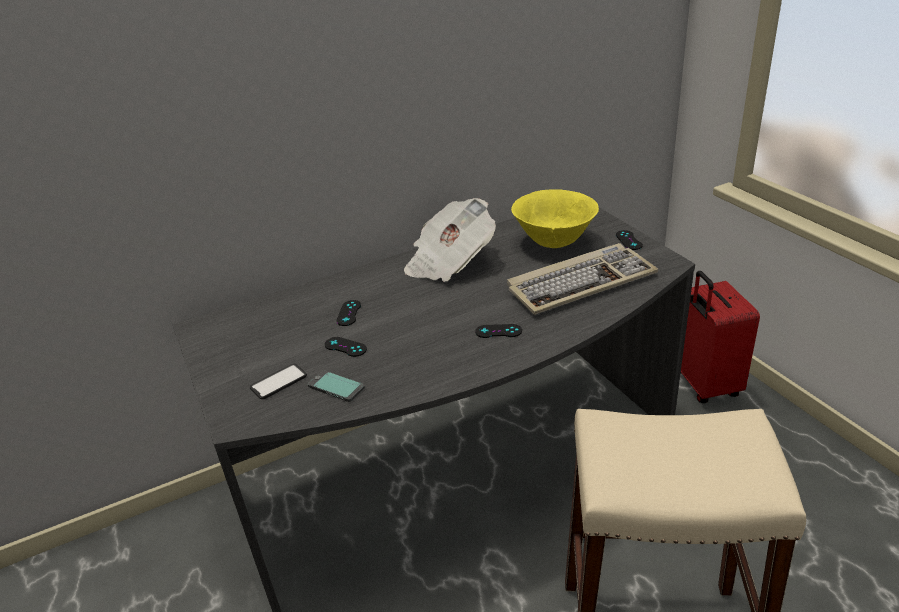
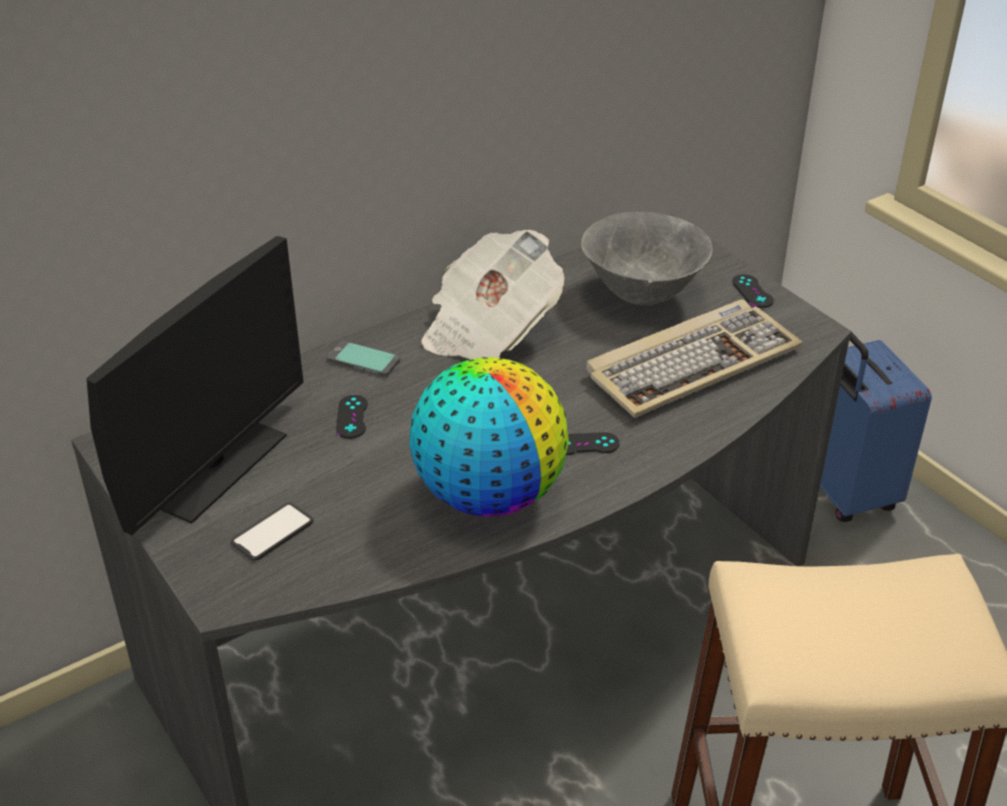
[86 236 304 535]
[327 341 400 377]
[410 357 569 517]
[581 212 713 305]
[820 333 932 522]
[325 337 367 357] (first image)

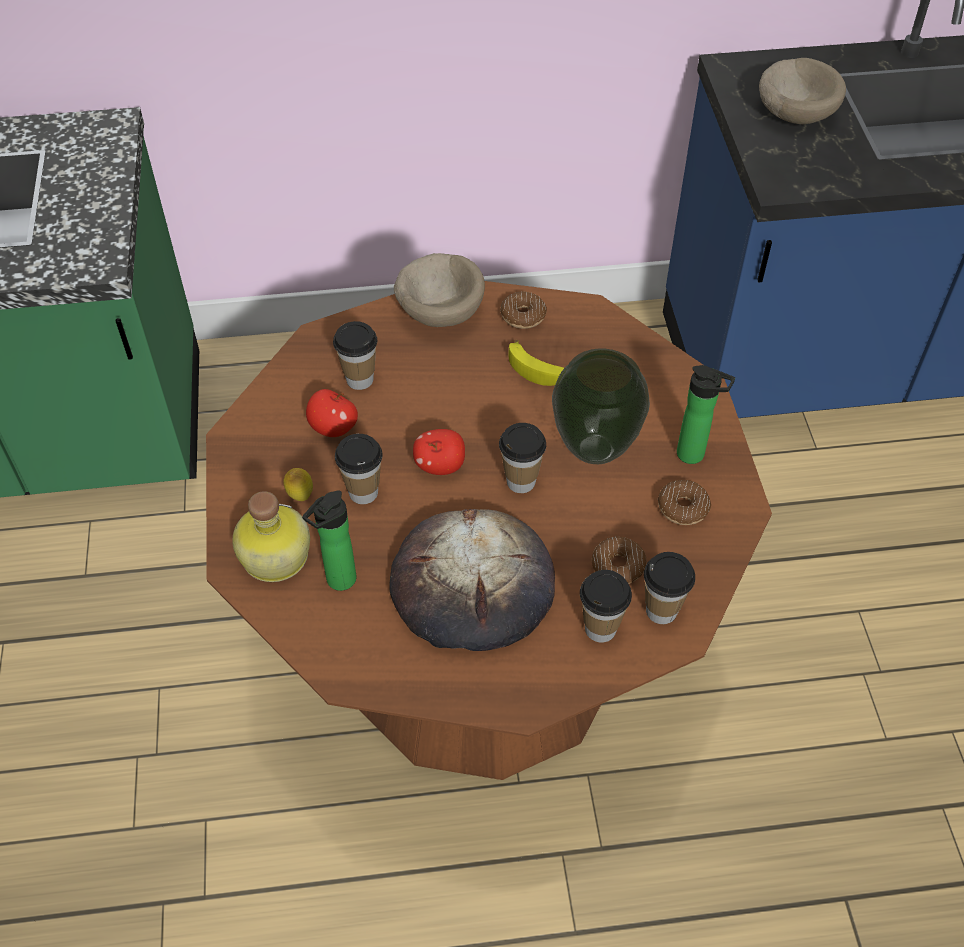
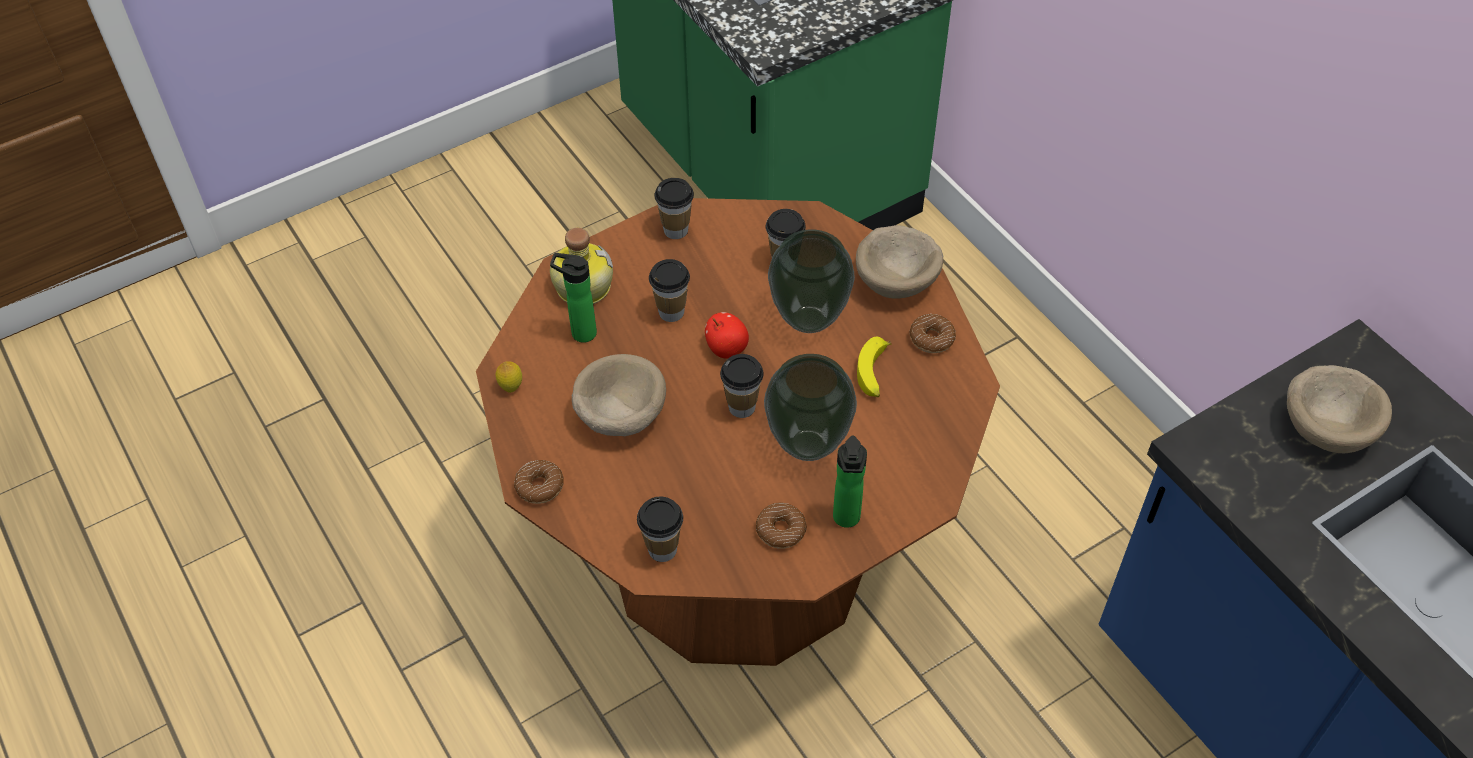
[496 361 522 393]
[514 460 564 504]
[572 354 666 436]
[655 178 694 239]
[768 229 855 333]
[306 389 358 437] (first image)

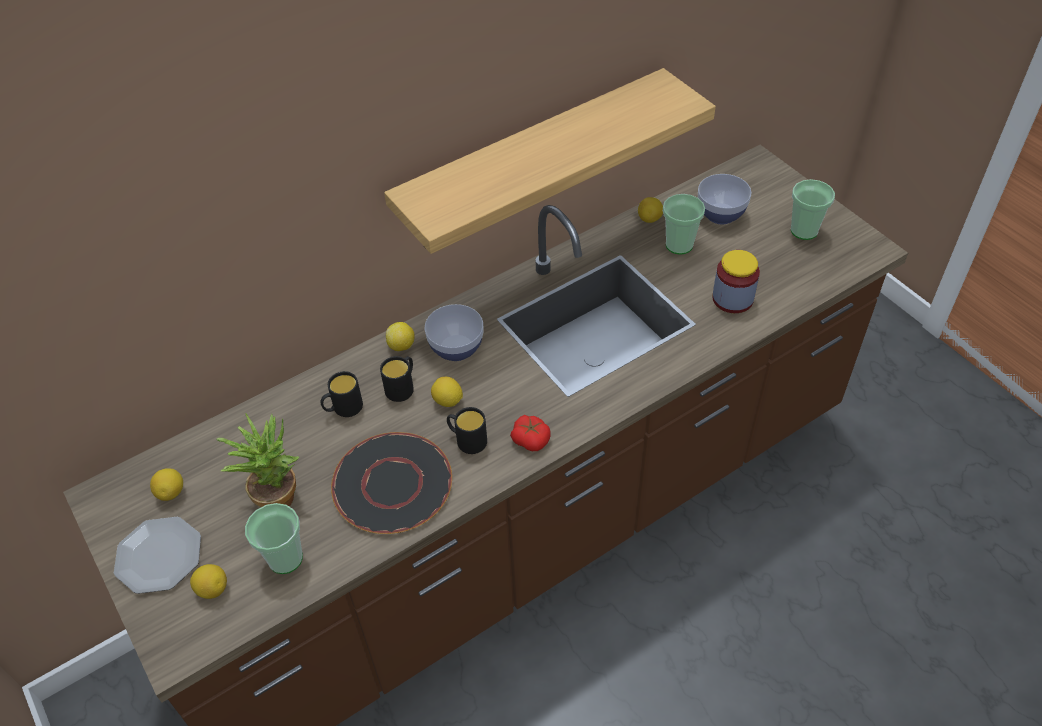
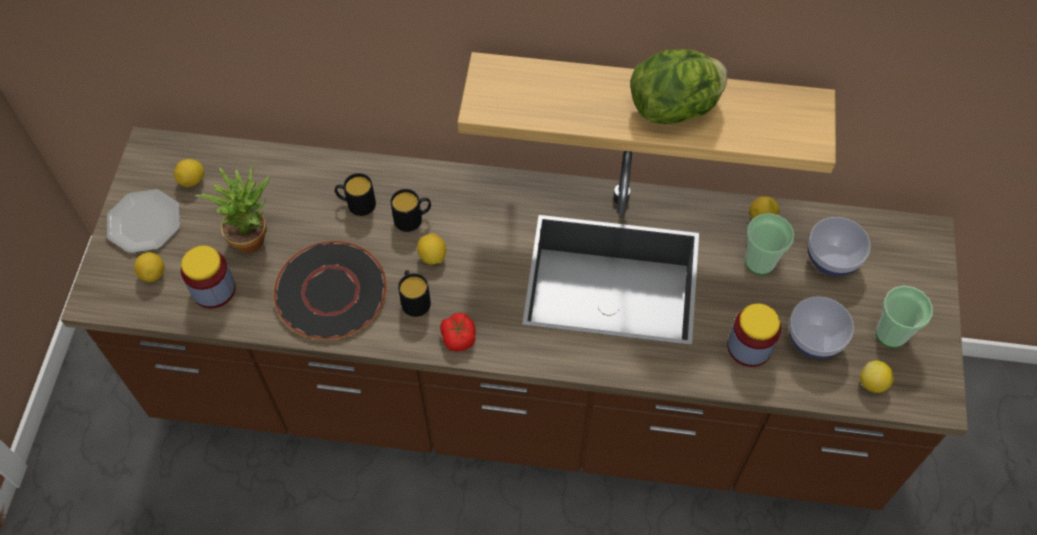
[181 246 236 308]
[630 49 728 124]
[789 296 854 359]
[860 360 894 393]

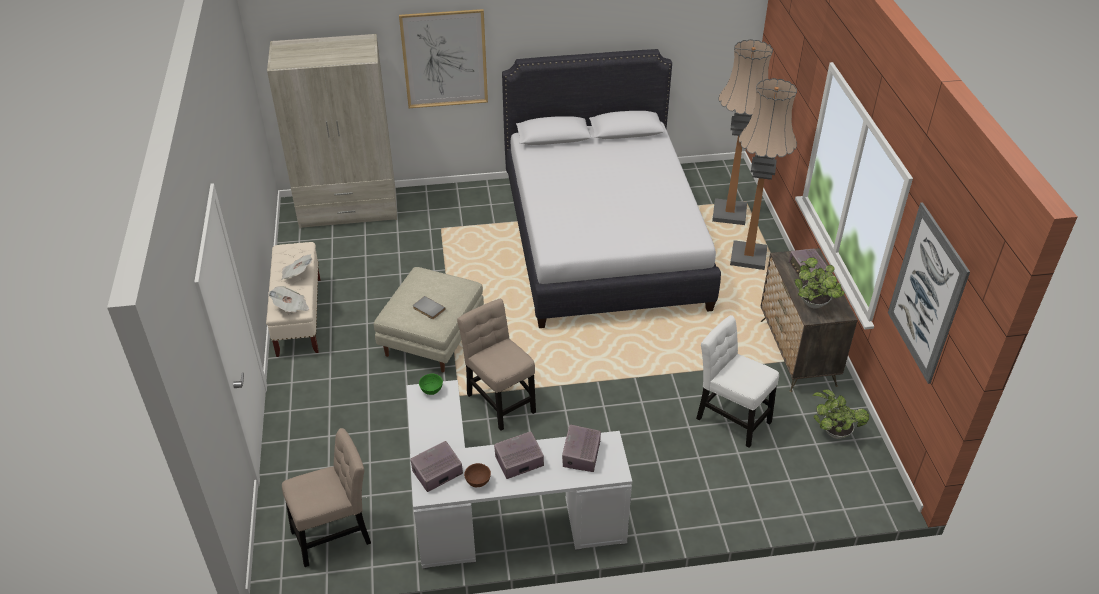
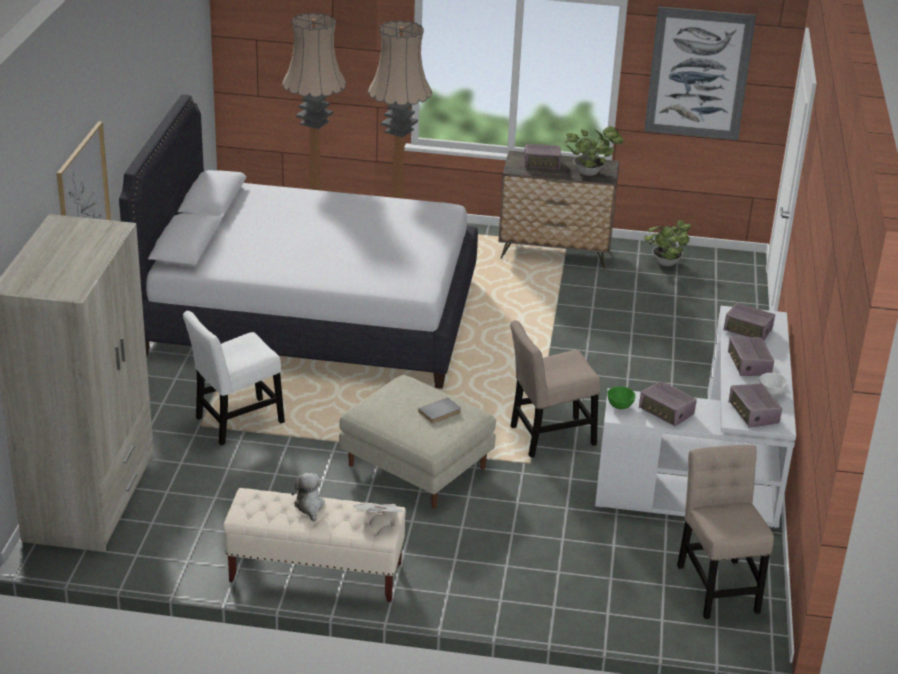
[183 311 285 445]
[291 473 325 522]
[639 381 697 427]
[759 373 788 396]

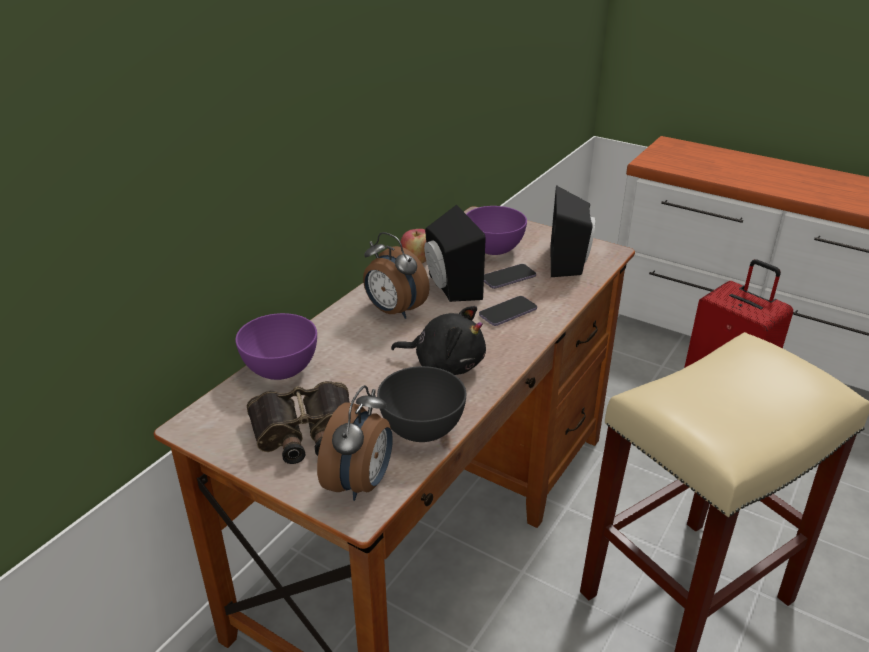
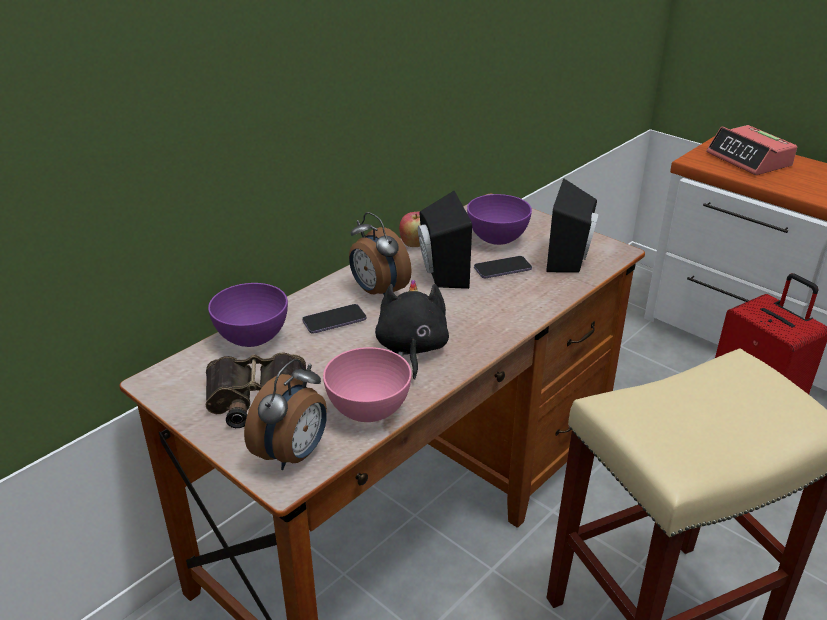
[302 304 366 334]
[323 347 412 422]
[375 279 449 379]
[706 125 797 175]

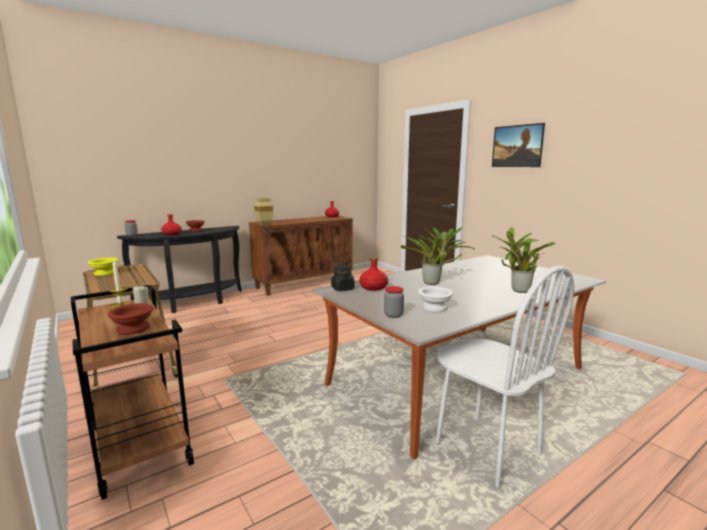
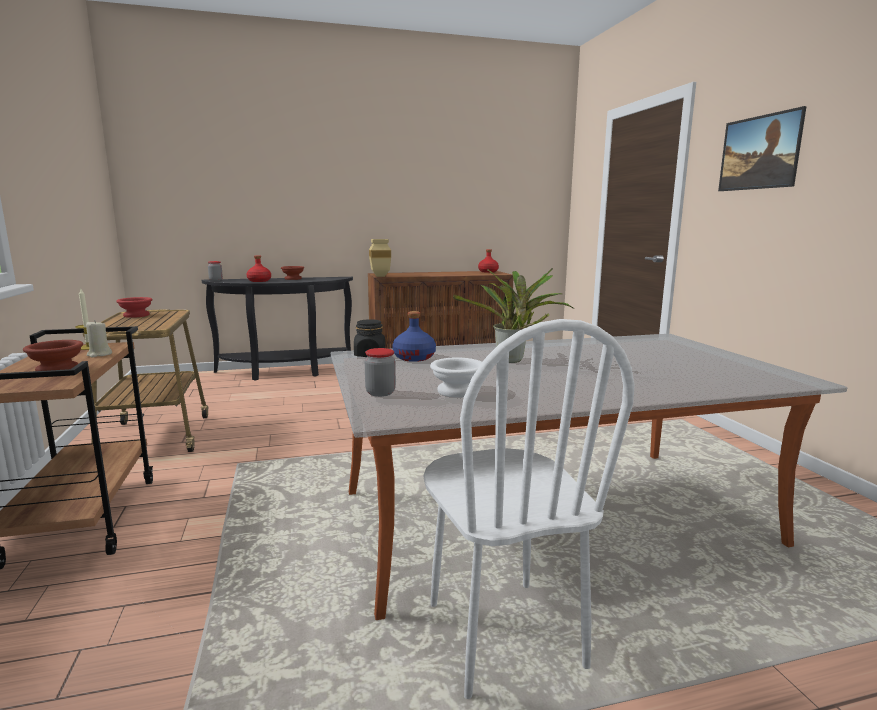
[116 297 152 318]
[392 311 436 362]
[492 227 556 293] (first image)

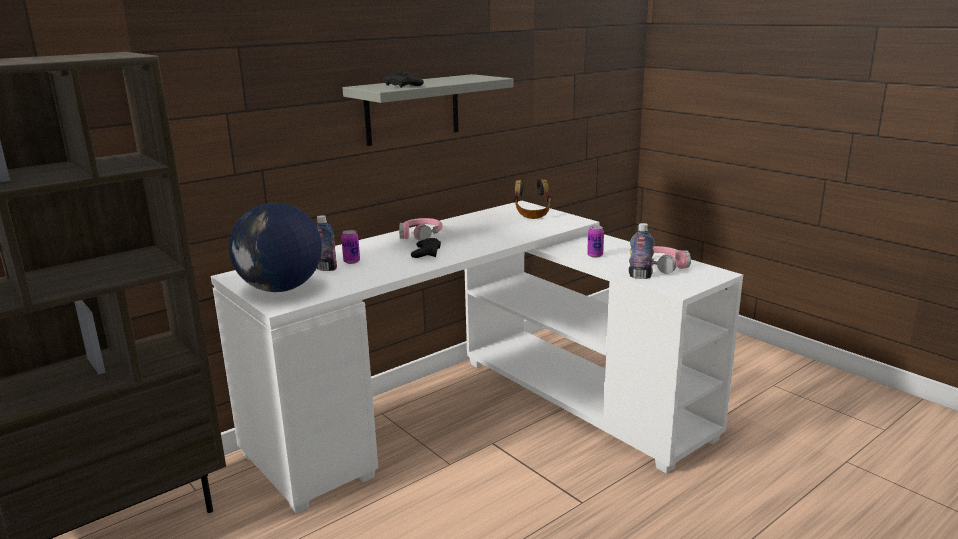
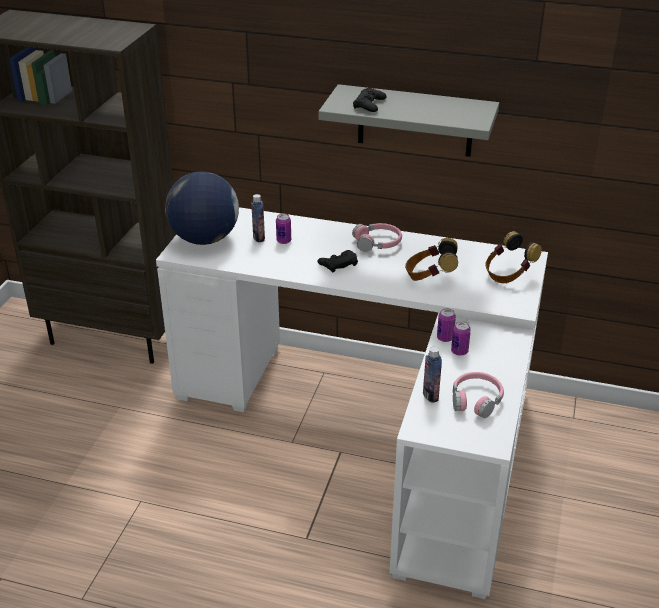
[405 238 458 281]
[437 308 456 342]

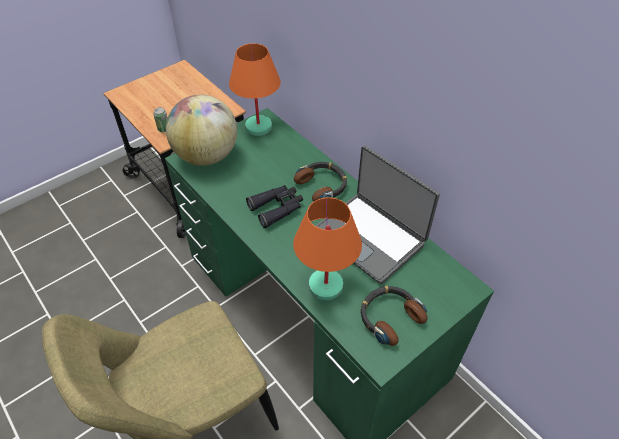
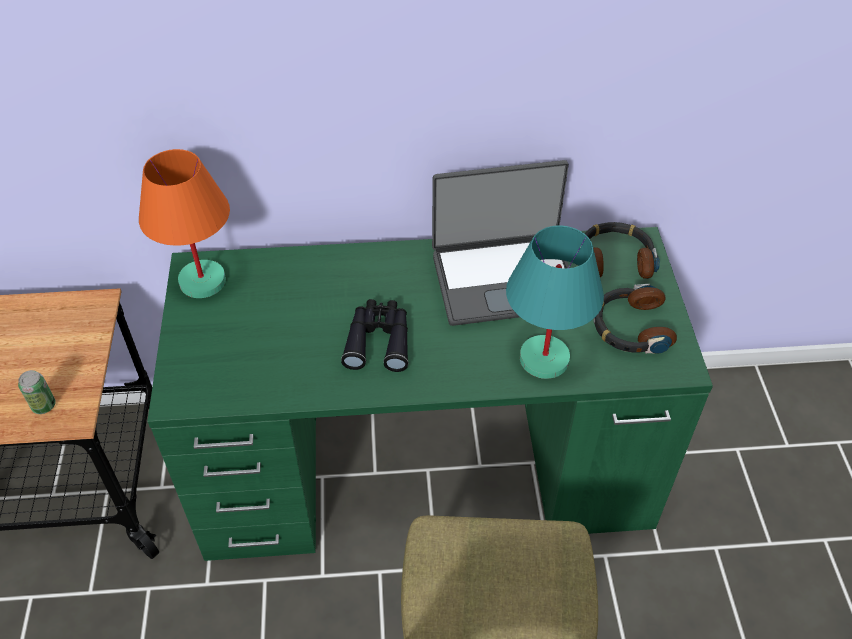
[506 225 604 379]
[585 222 660 279]
[166 94 237 166] (first image)

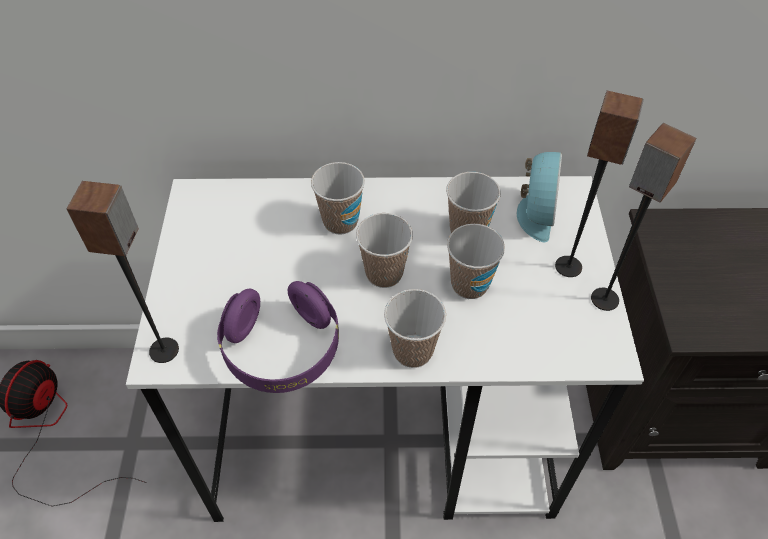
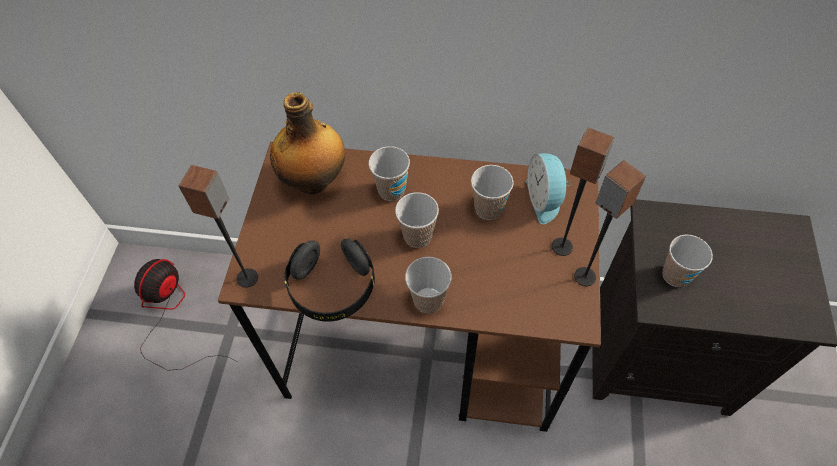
[218 142 601 432]
[270 92 345 194]
[284 238 375 322]
[526 153 571 224]
[663 235 713 287]

